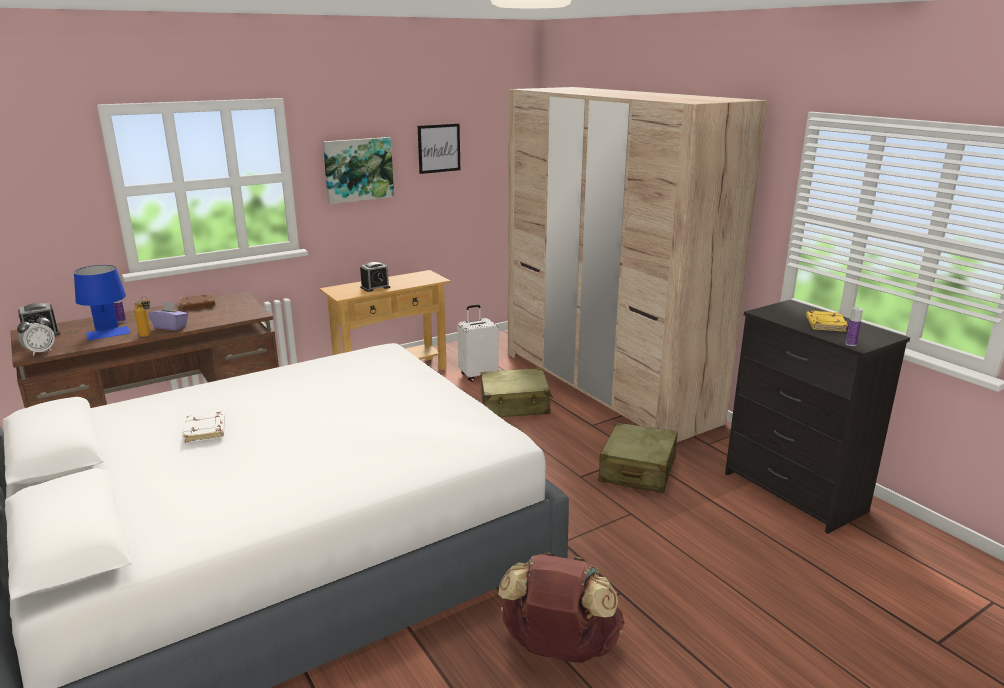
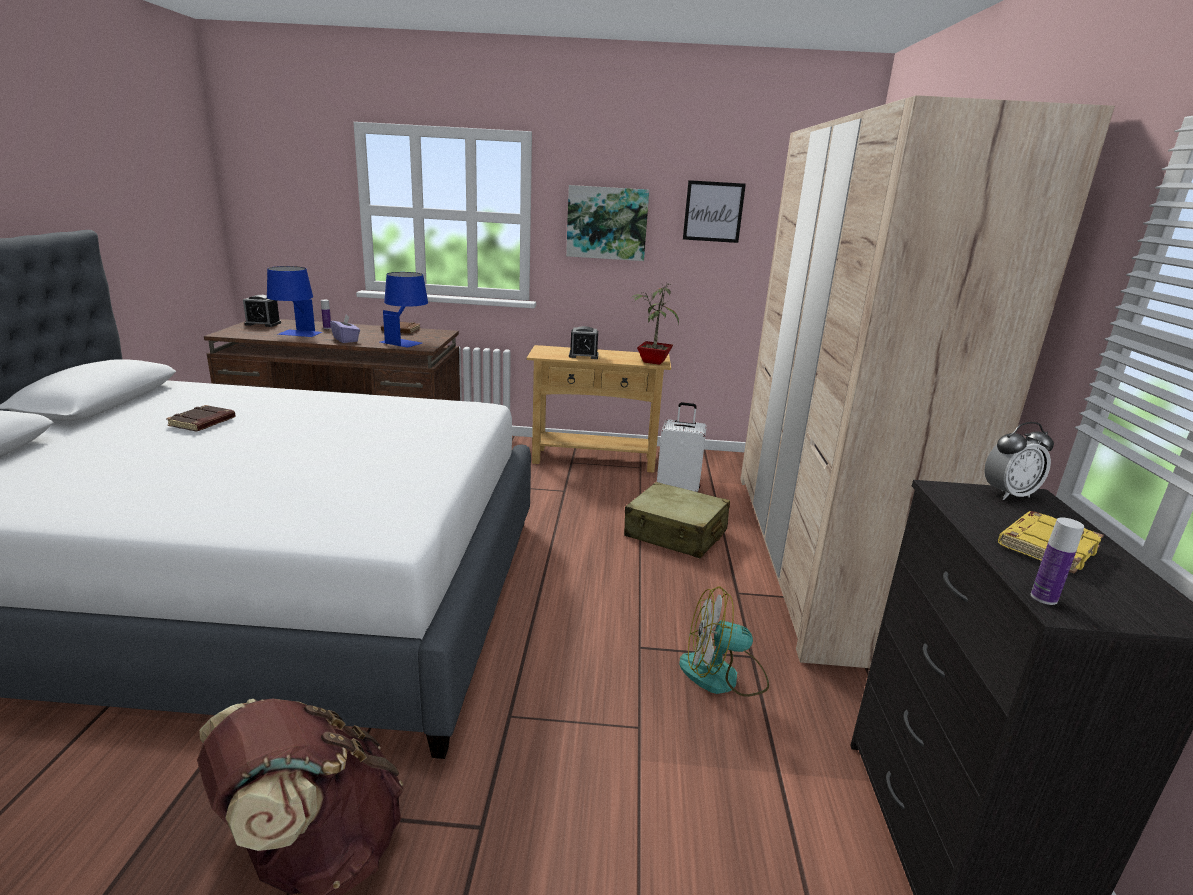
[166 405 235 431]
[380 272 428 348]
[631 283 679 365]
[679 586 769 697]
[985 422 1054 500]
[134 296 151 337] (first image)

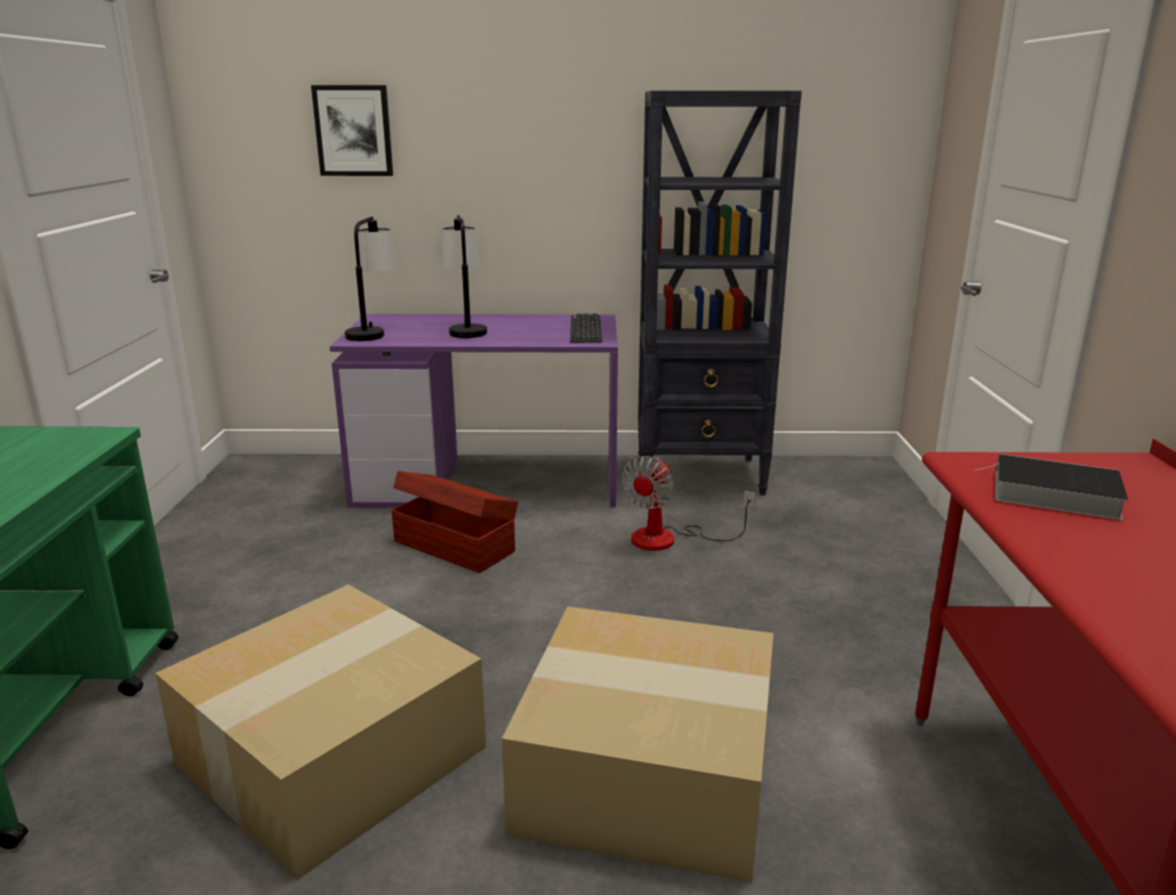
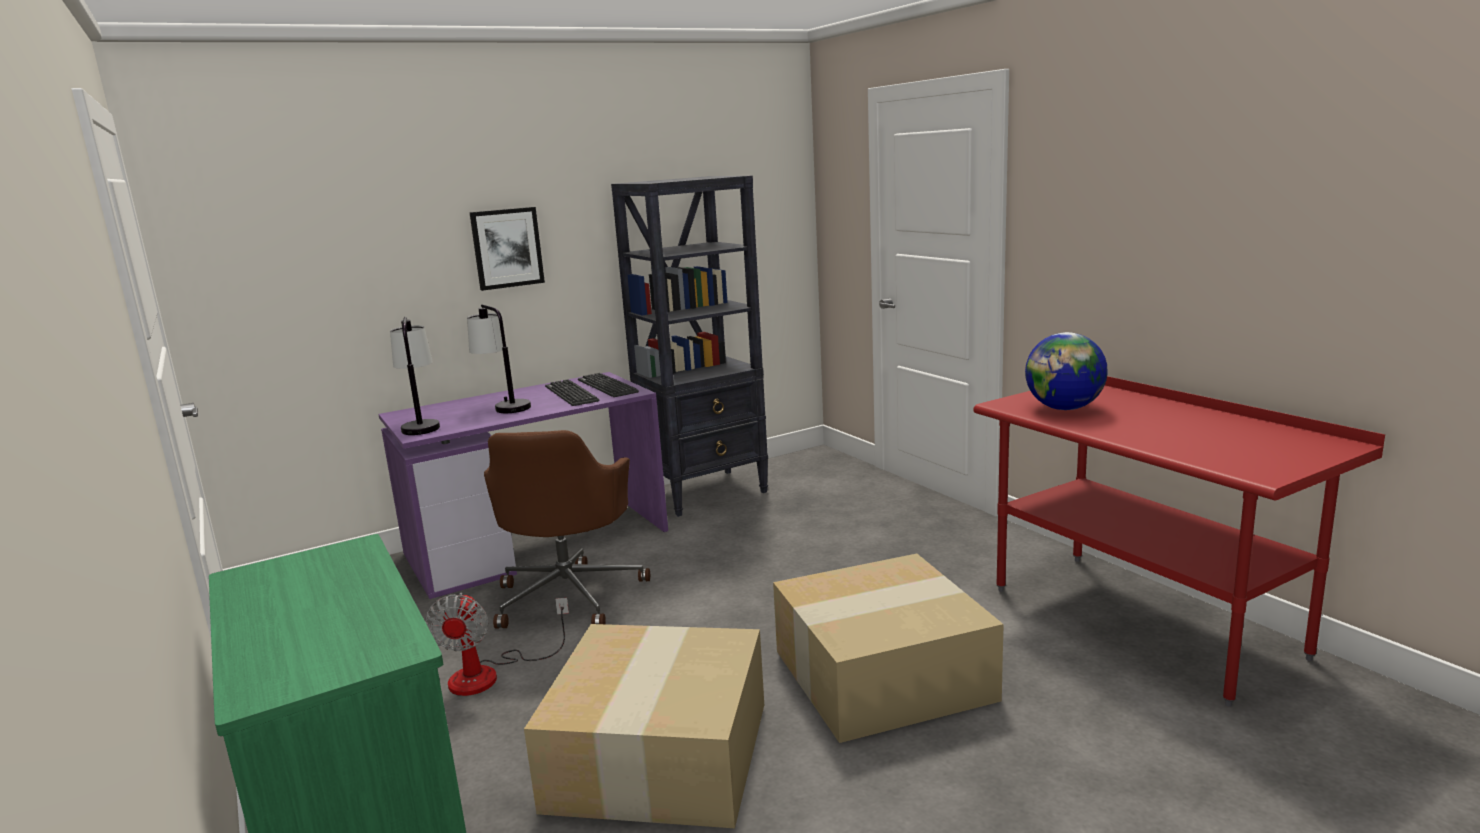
[425 593 569 696]
[469 207 545 291]
[484 430 650 629]
[545 380 600 406]
[1025 332 1108 410]

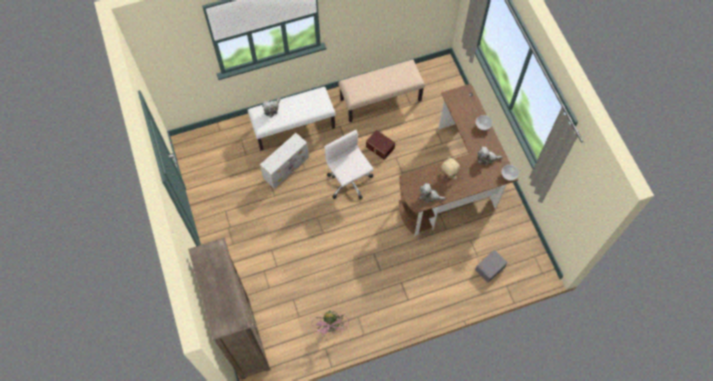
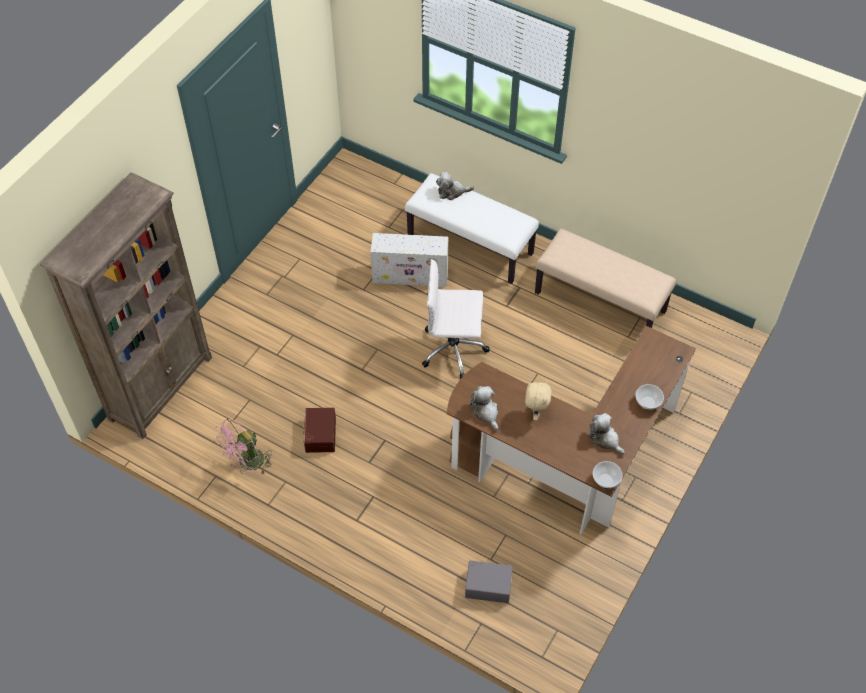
[303 408 336 453]
[422 259 490 379]

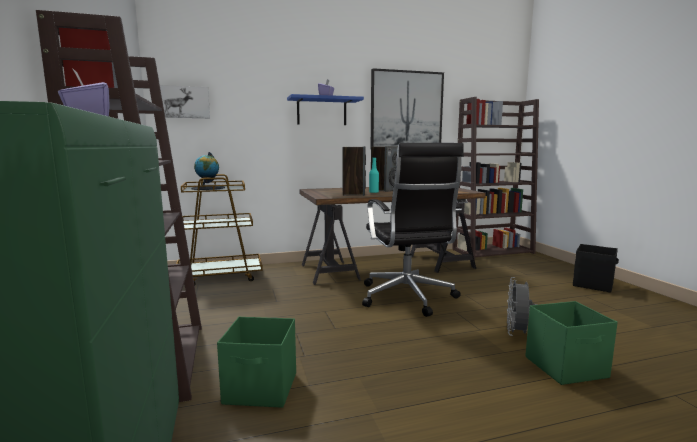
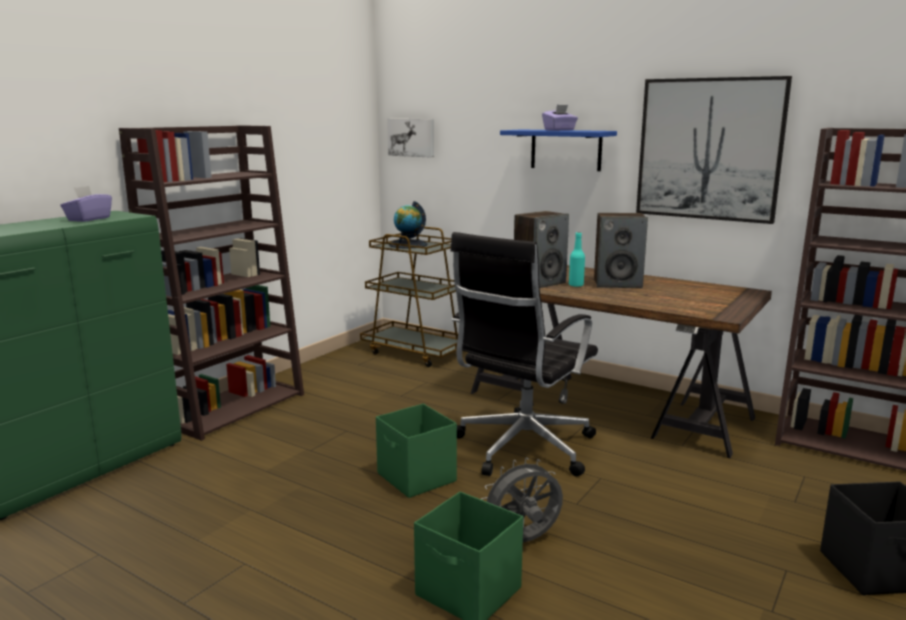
[376 404 457 498]

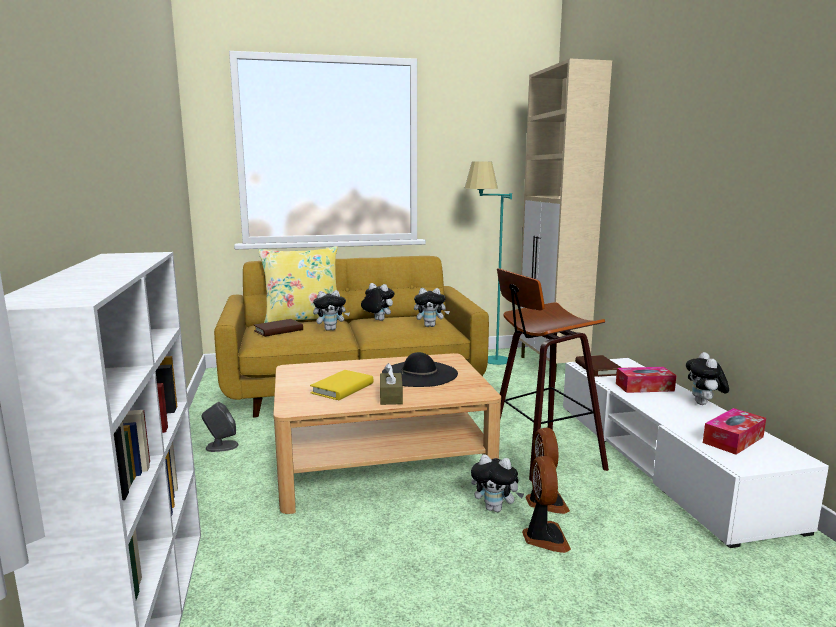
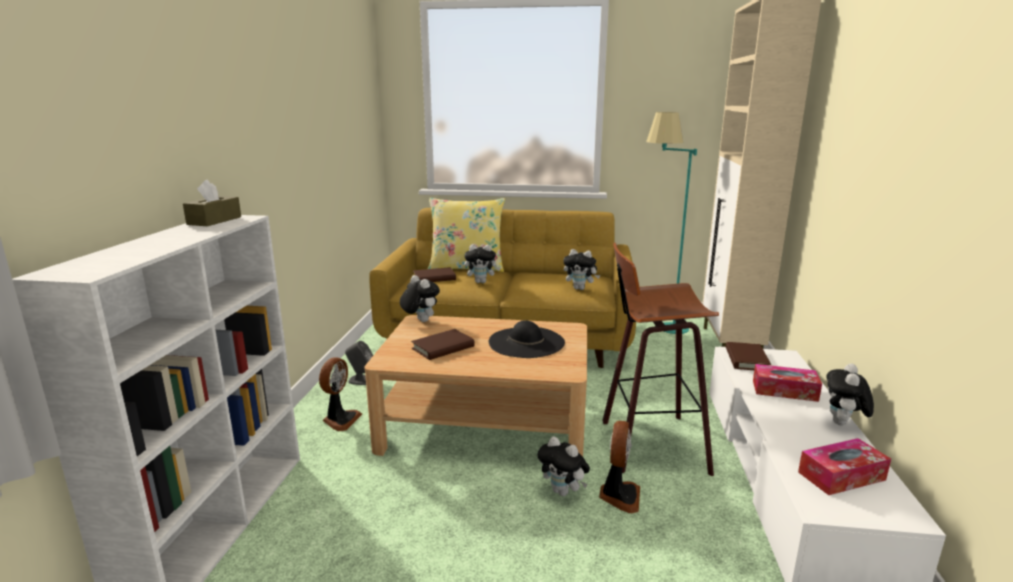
[183 180 241 226]
[319 357 362 431]
[400 275 440 322]
[411 329 475 360]

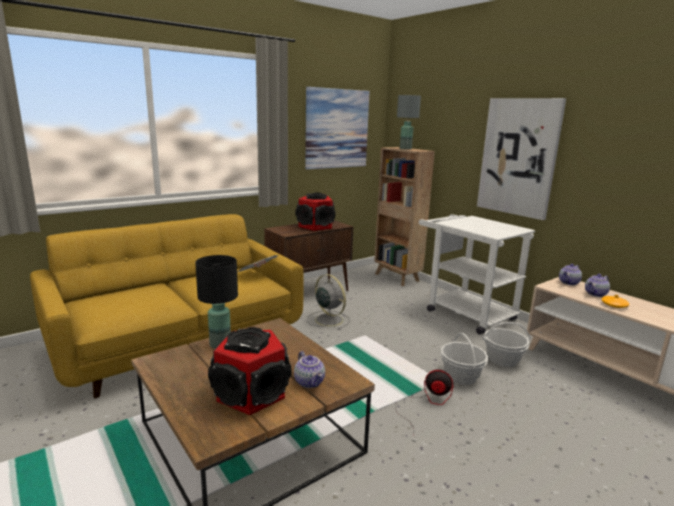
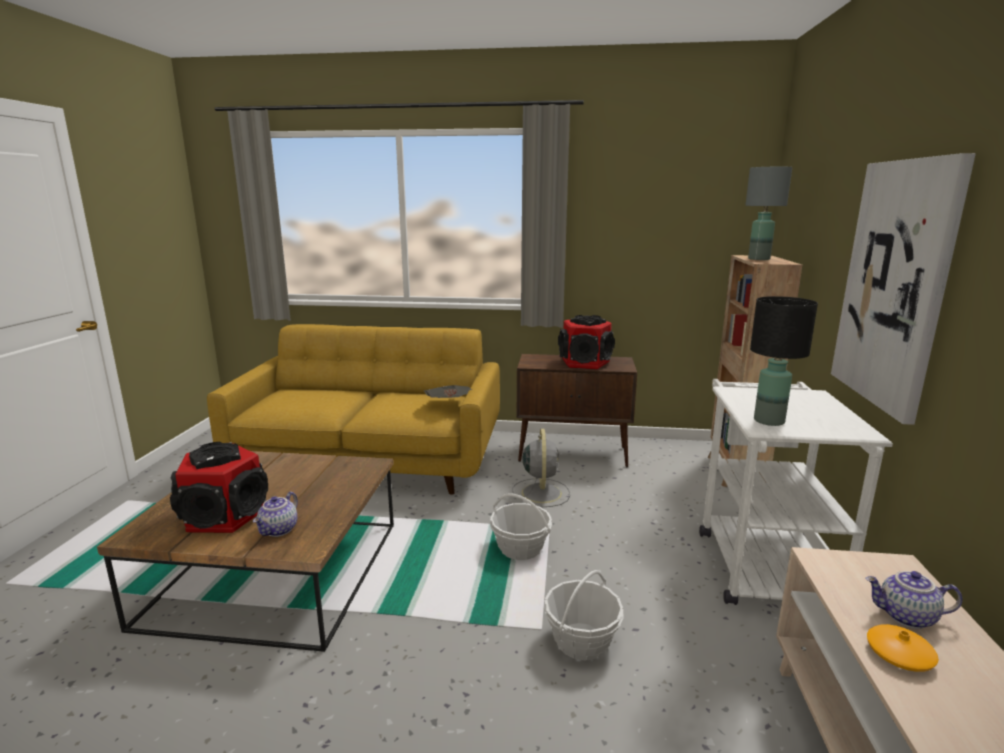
[490 493 552 560]
[750 296 818 426]
[305 87 370 170] (first image)
[395 369 454 435] (first image)
[559 264 582 285] (first image)

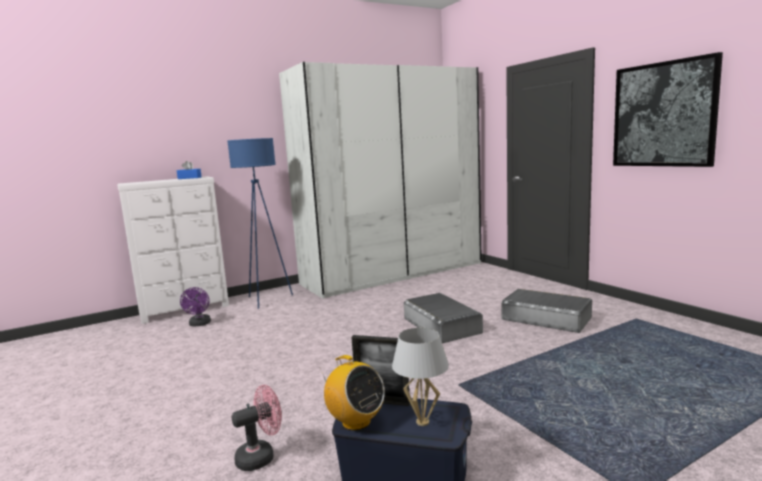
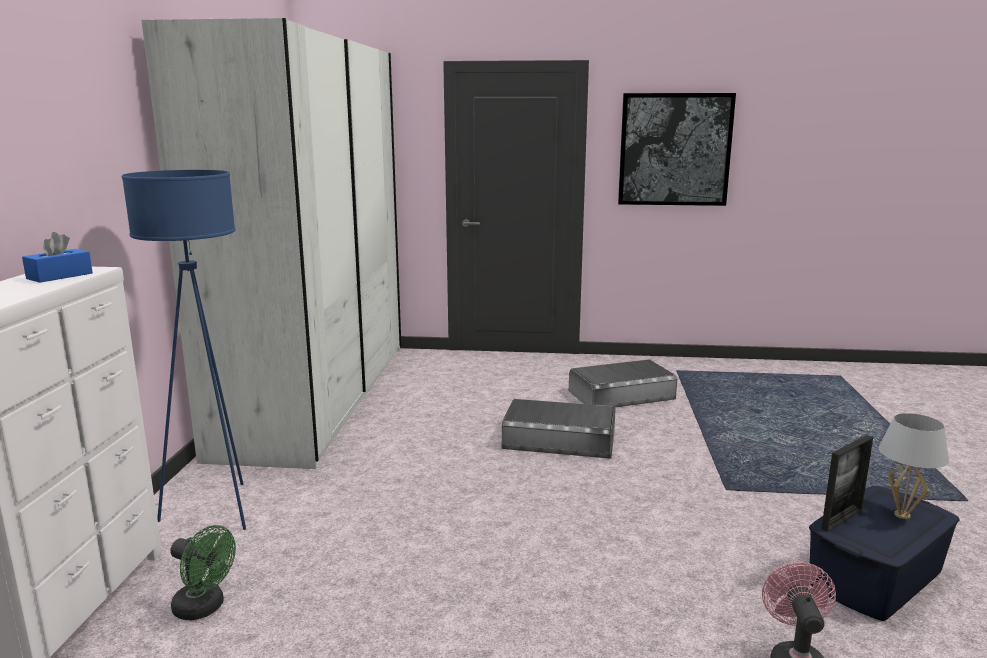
[170 525 236 621]
[319 355 385 430] (first image)

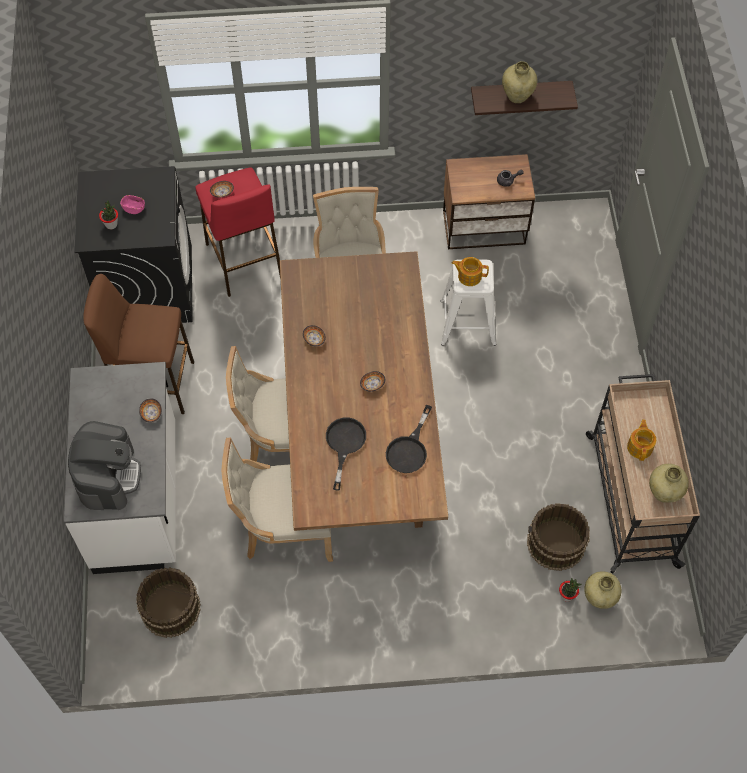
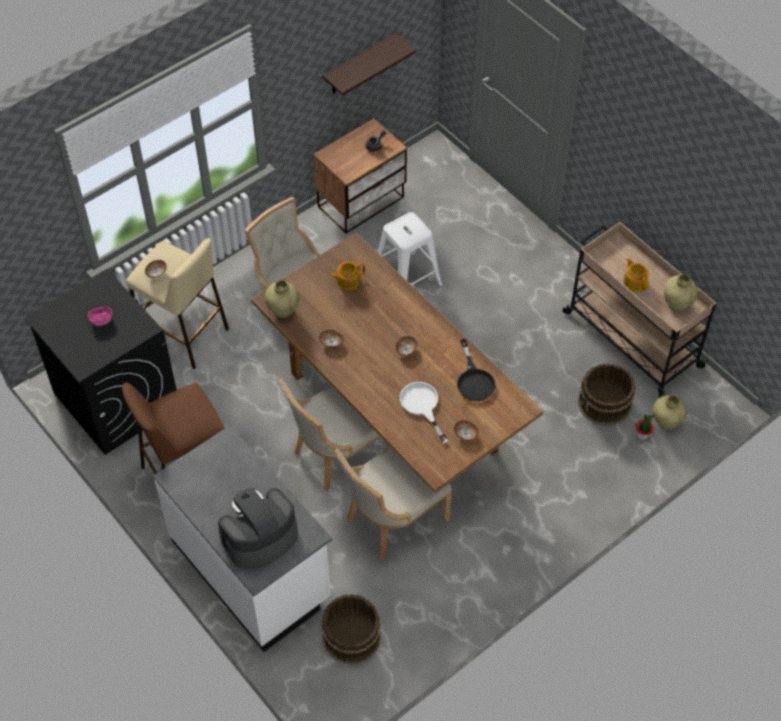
[126 238 229 369]
[218 488 298 569]
[265 280 299 318]
[330 262 365 290]
[400 382 448 443]
[454 420 478 441]
[99 200 118 229] (first image)

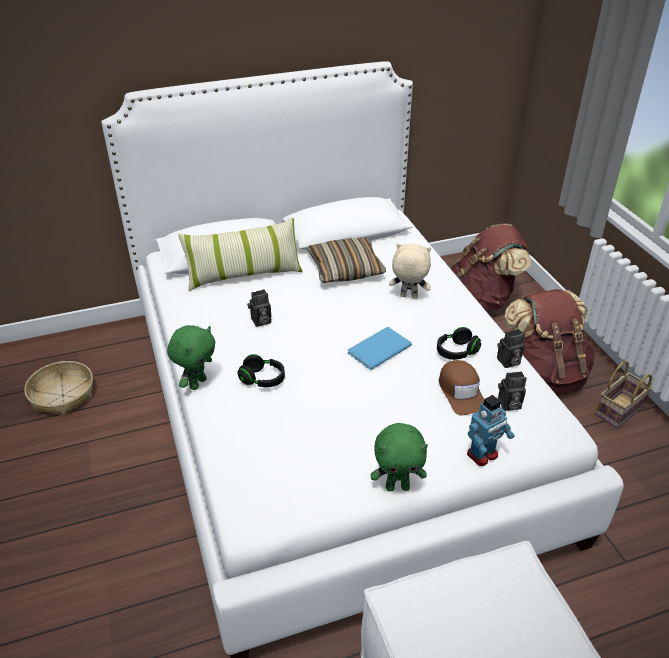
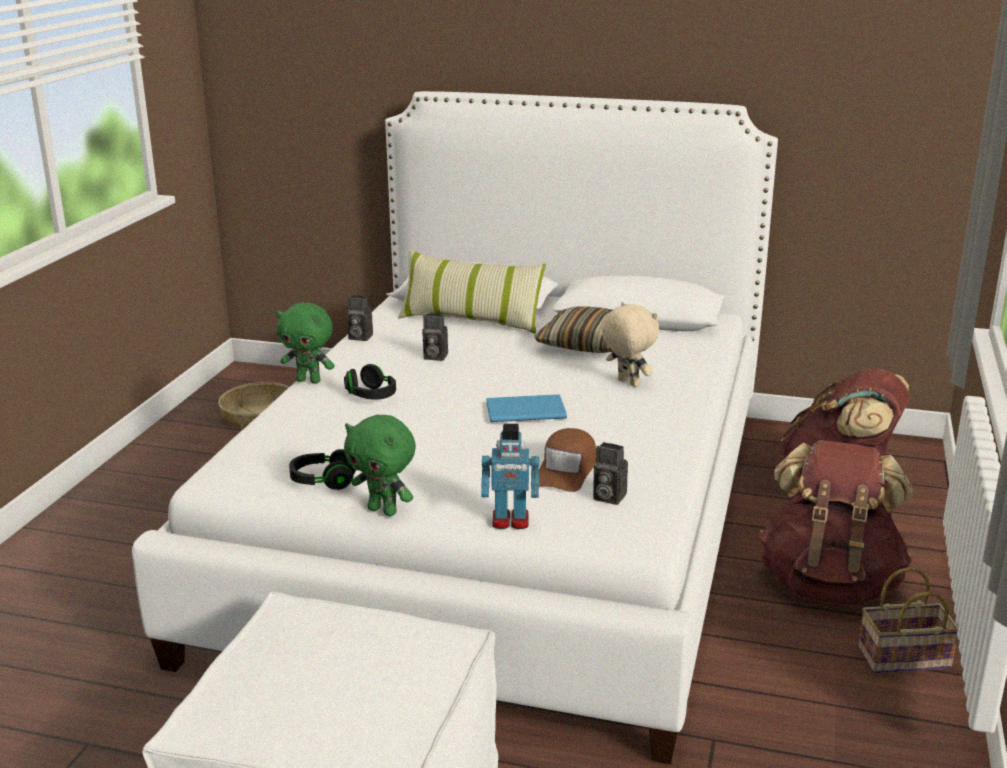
[276 302 335 384]
[289 449 356 490]
[347 295 373 341]

